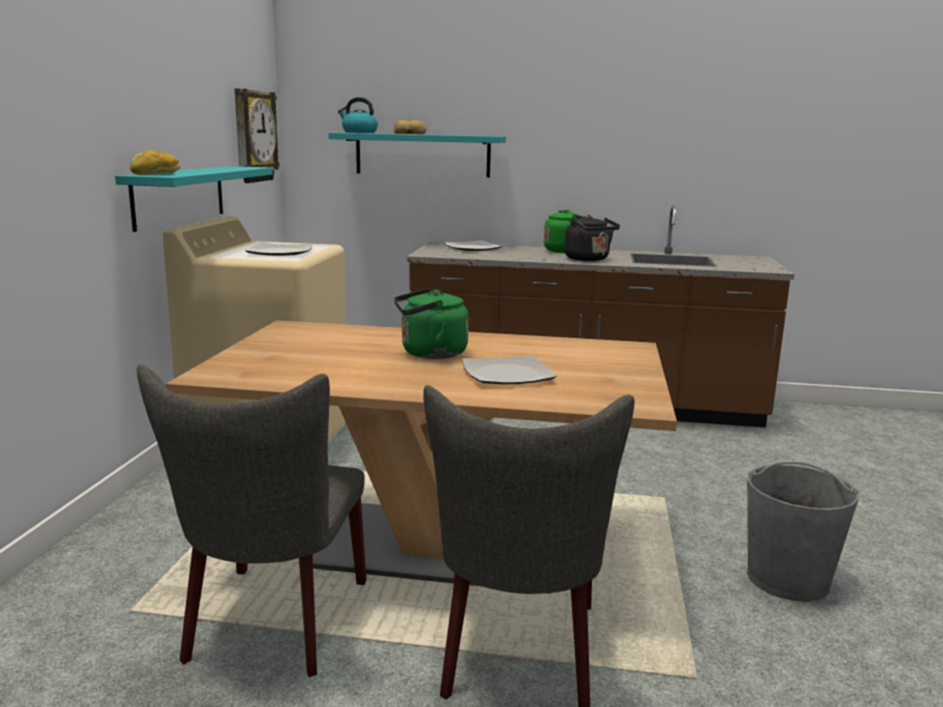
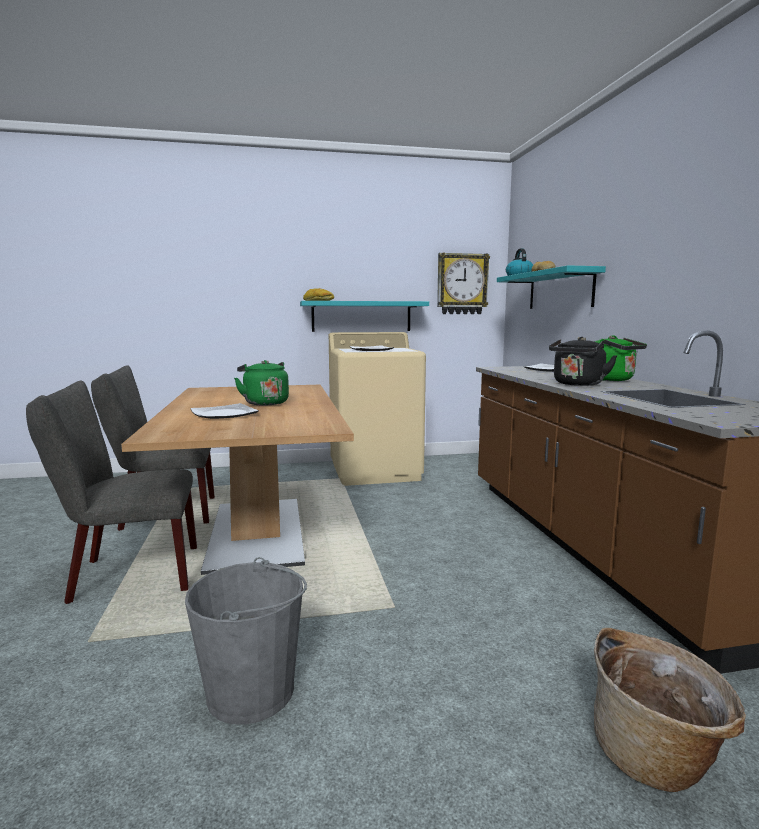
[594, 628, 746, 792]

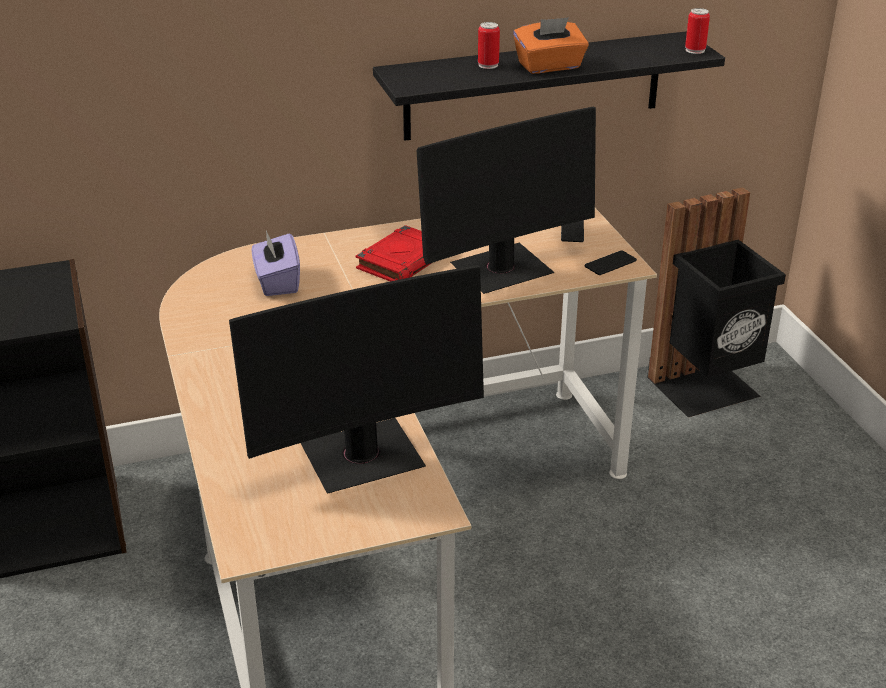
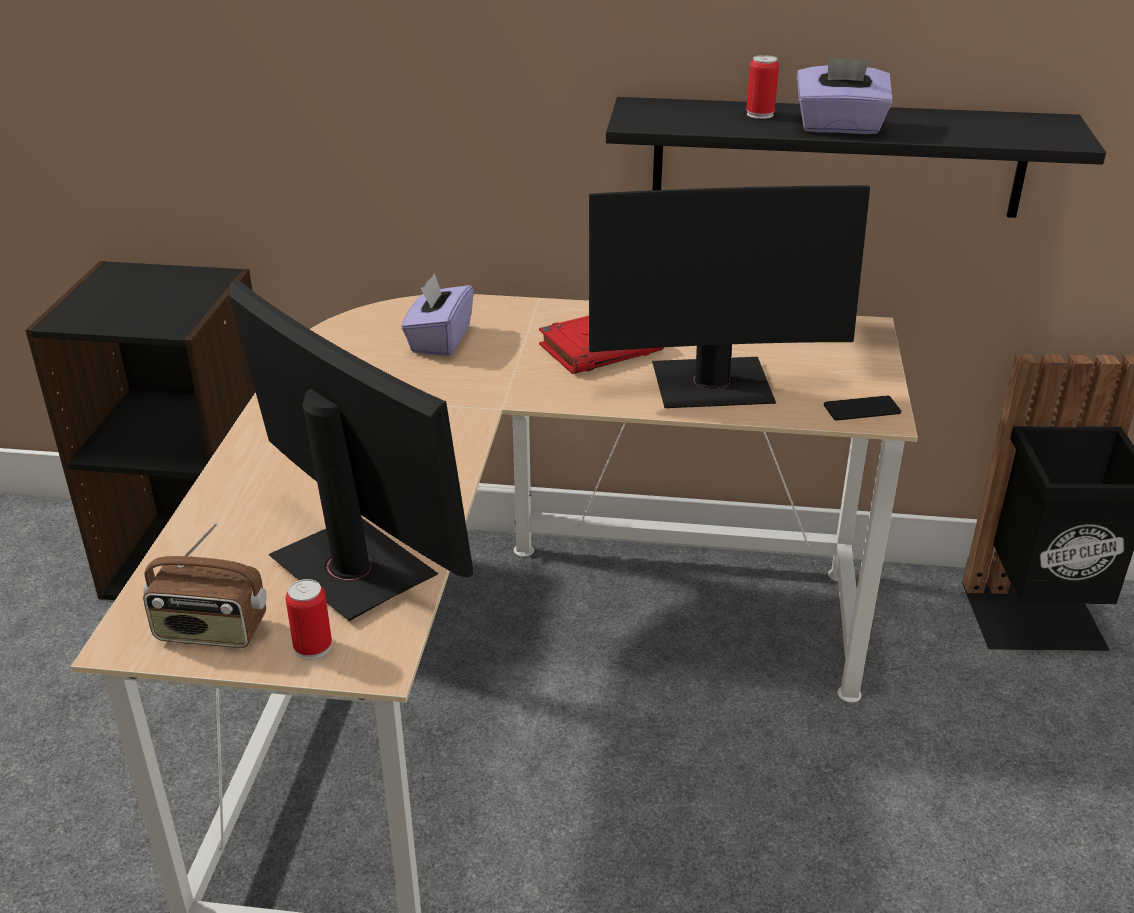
[143, 523, 267, 648]
[229, 279, 474, 621]
[285, 579, 332, 660]
[797, 57, 893, 134]
[561, 220, 584, 242] (first image)

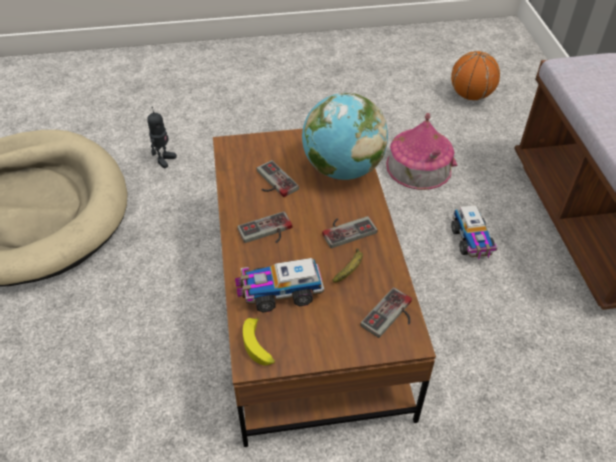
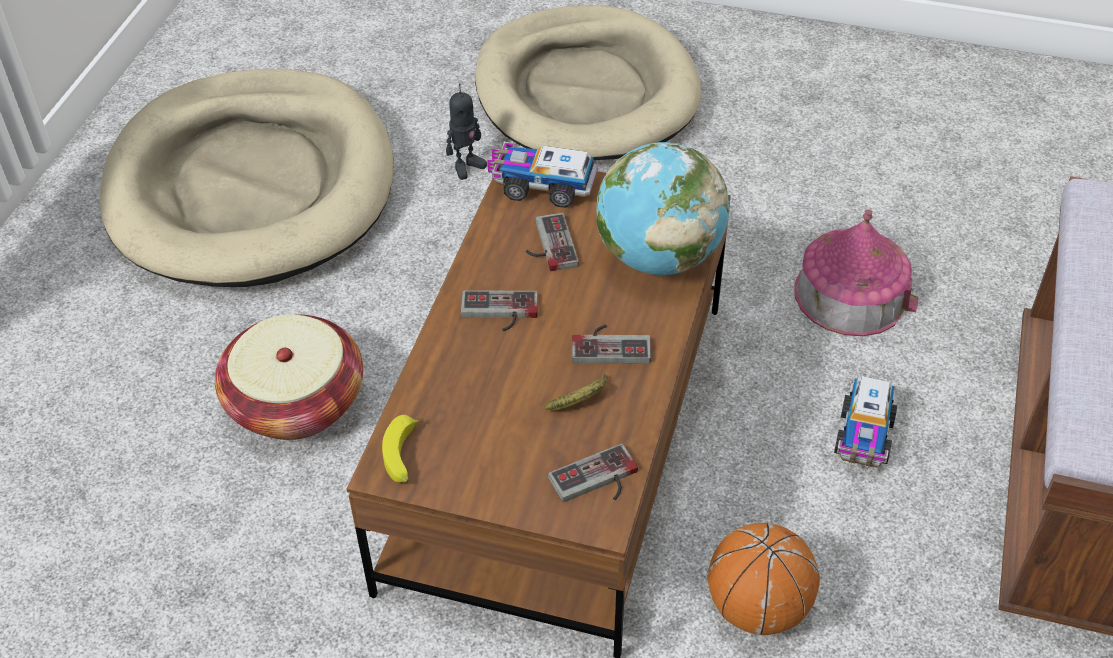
[215, 314, 363, 440]
[475, 5, 701, 160]
[487, 142, 598, 208]
[707, 522, 820, 635]

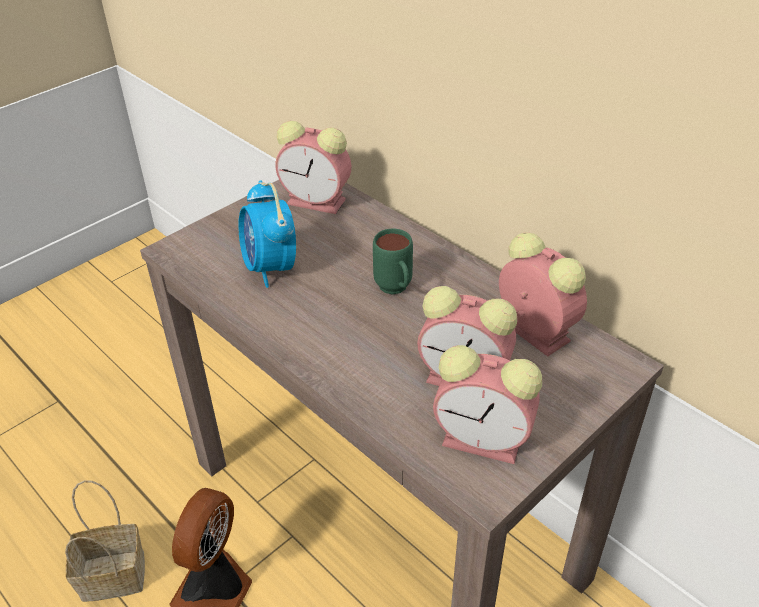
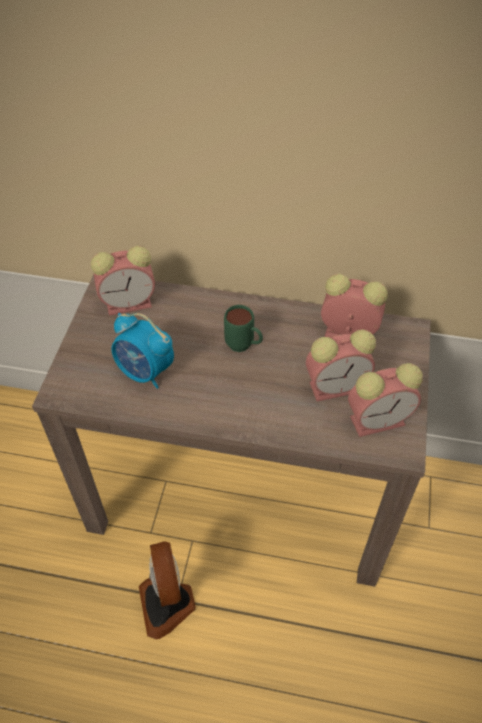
[65, 480, 145, 602] (first image)

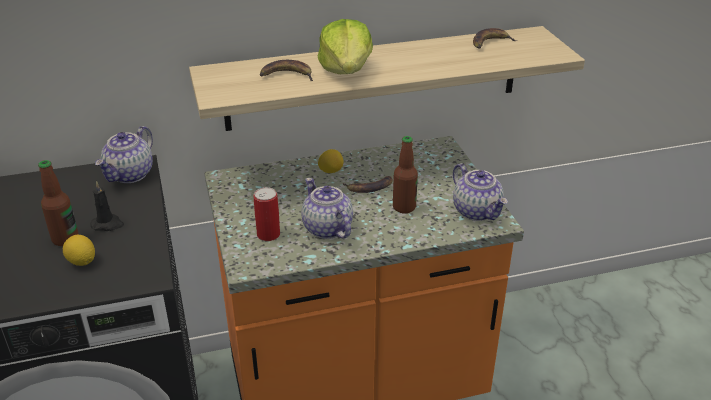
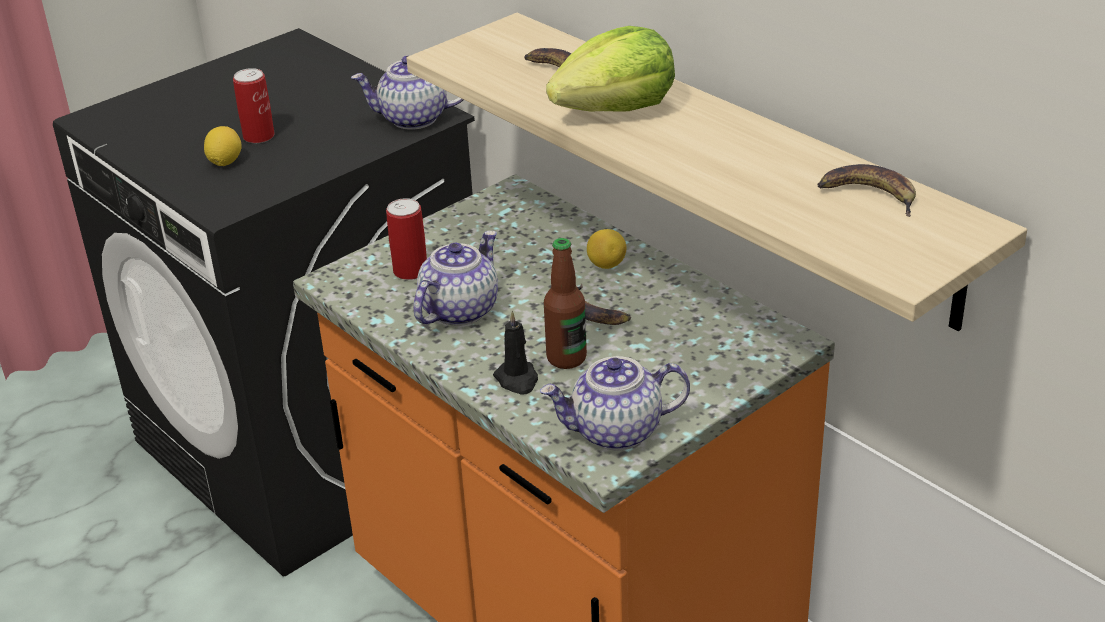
[233, 68, 275, 143]
[493, 311, 538, 395]
[540, 356, 690, 450]

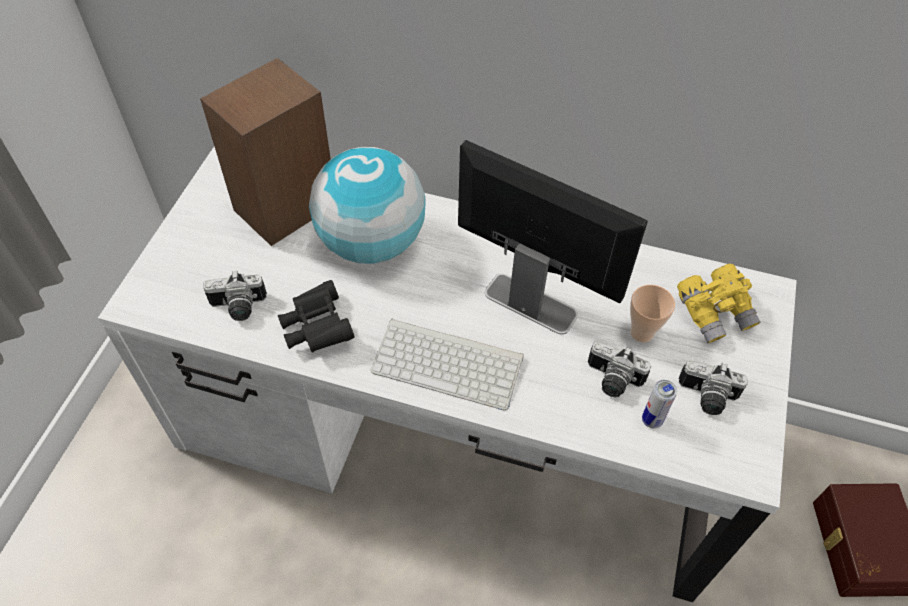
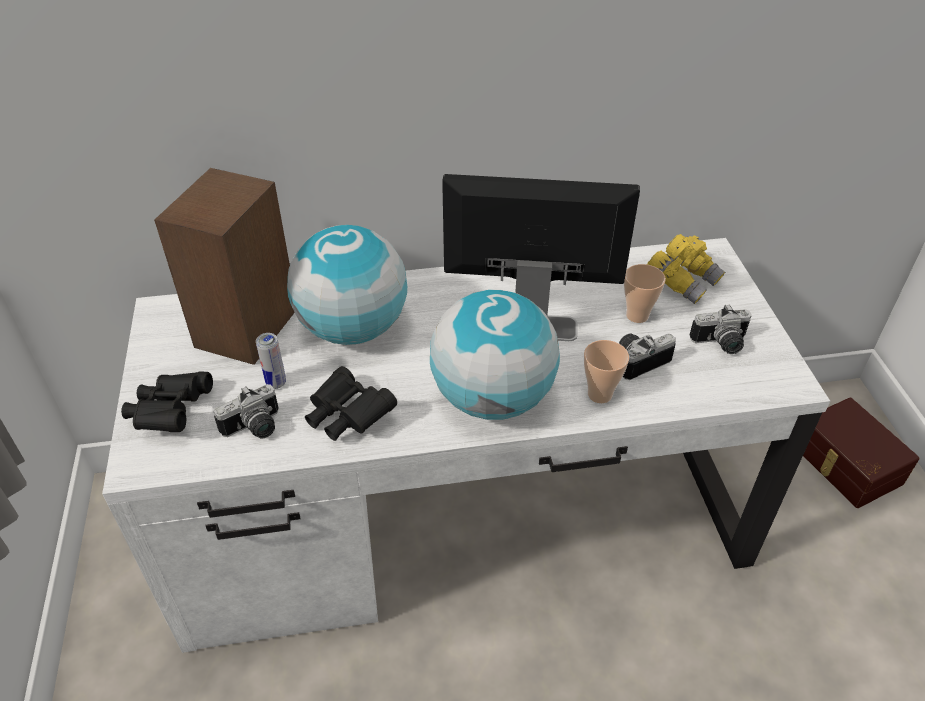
[121, 371, 213, 432]
[256, 333, 286, 389]
[430, 290, 560, 420]
[584, 340, 629, 403]
[619, 333, 676, 380]

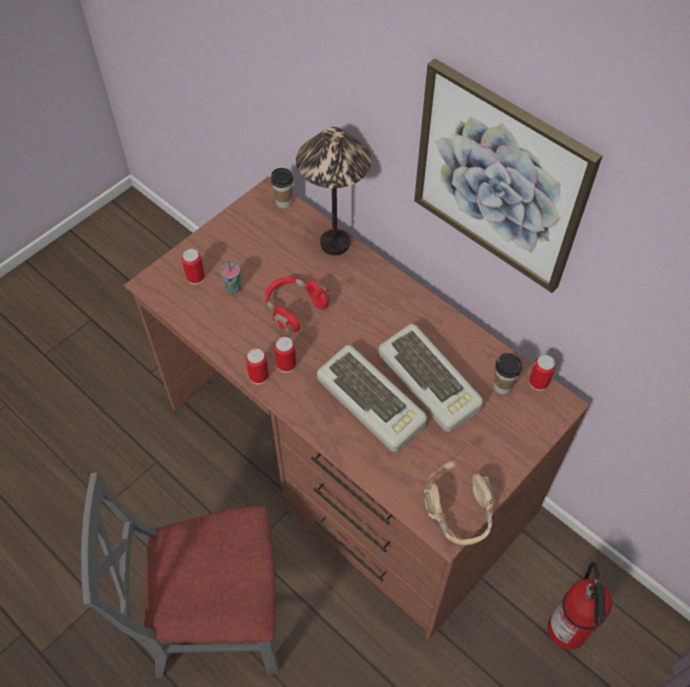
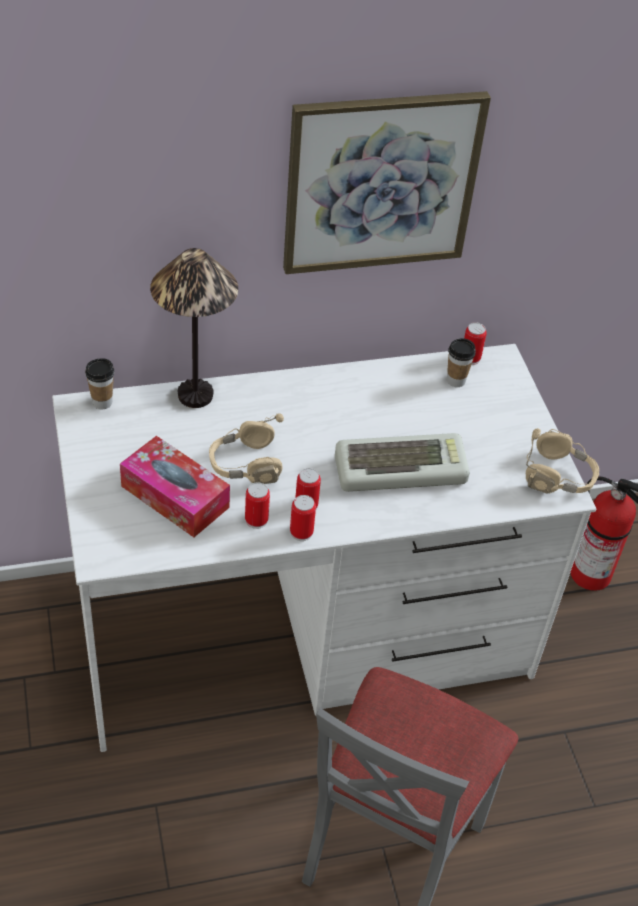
[52, 344, 596, 752]
[120, 436, 230, 537]
[209, 413, 284, 484]
[245, 482, 270, 529]
[379, 324, 483, 432] (first image)

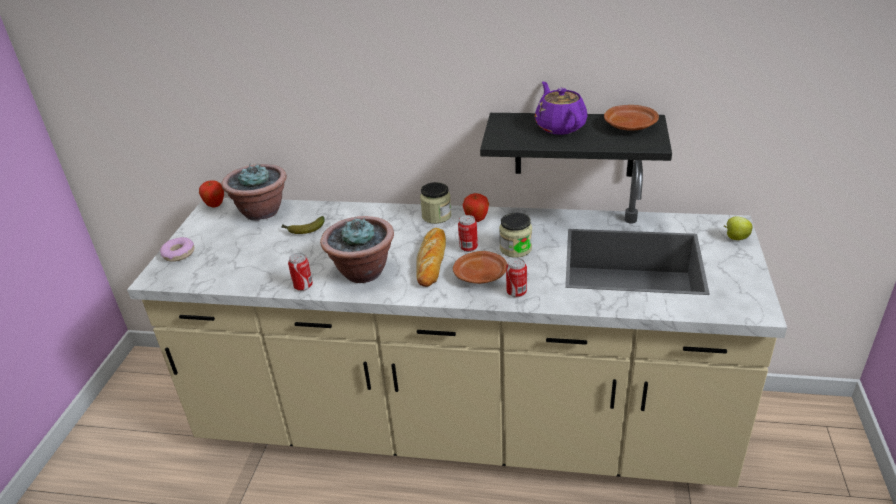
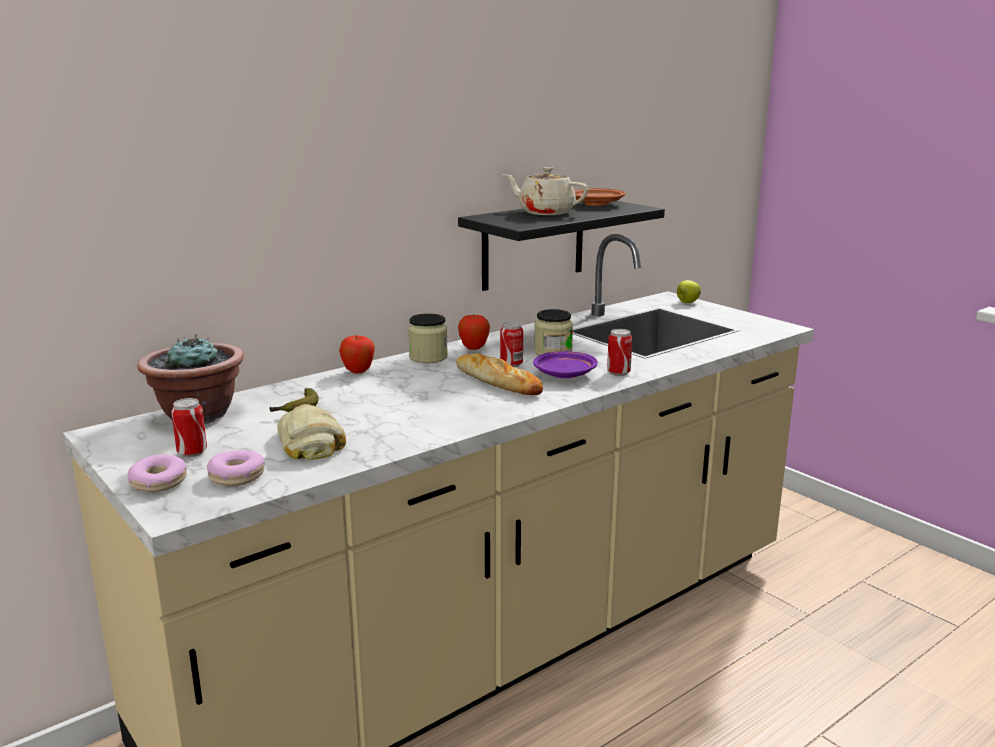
[171, 398, 207, 457]
[207, 450, 265, 486]
[277, 404, 346, 460]
[339, 335, 375, 373]
[503, 167, 589, 215]
[533, 351, 598, 378]
[320, 216, 394, 283] (first image)

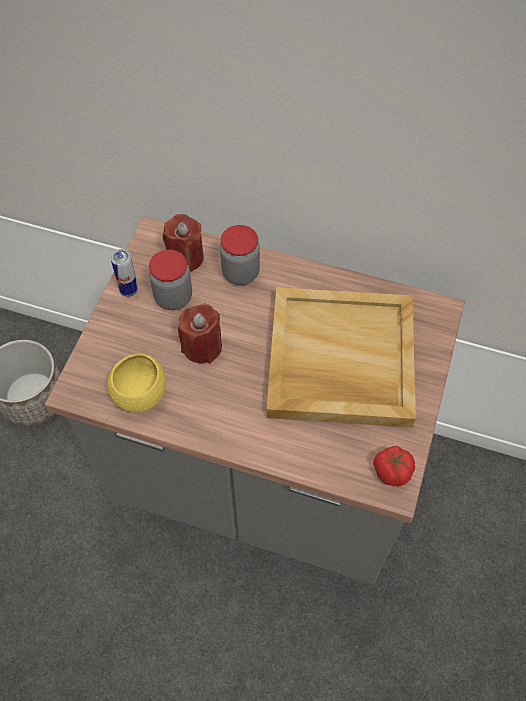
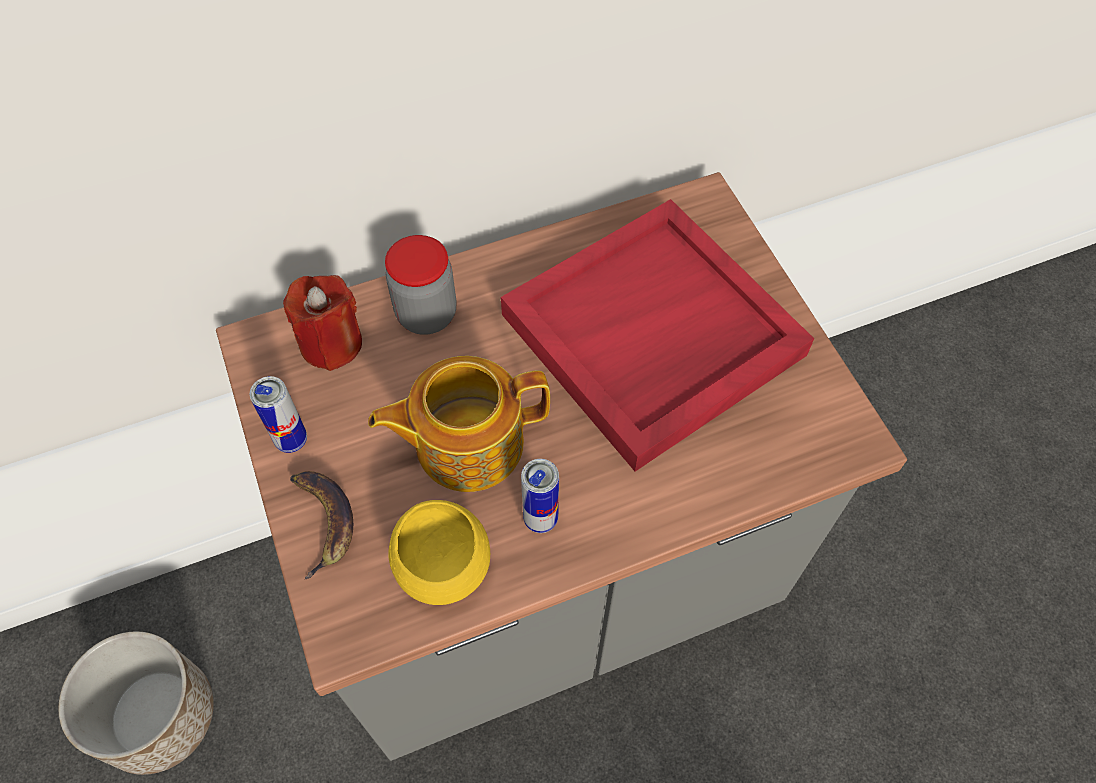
[290, 471, 353, 579]
[368, 356, 550, 492]
[501, 199, 814, 471]
[521, 459, 559, 533]
[149, 250, 192, 310] (first image)
[373, 446, 415, 487] (first image)

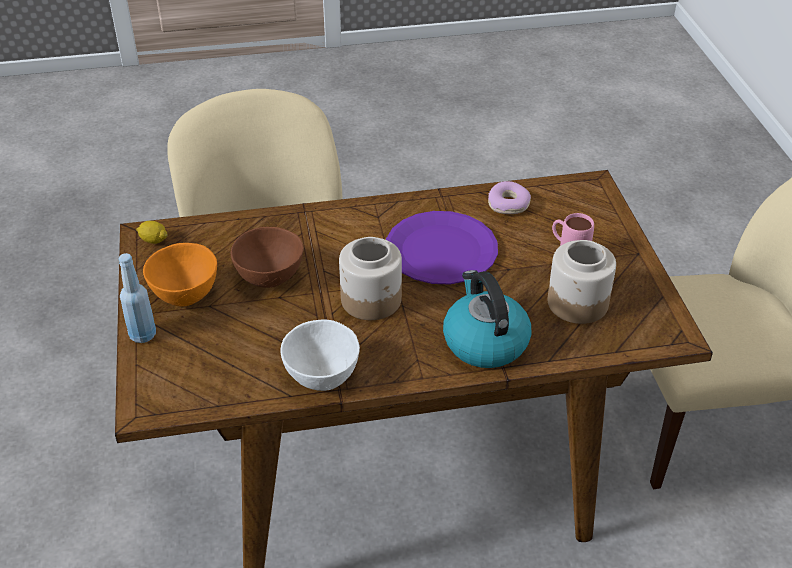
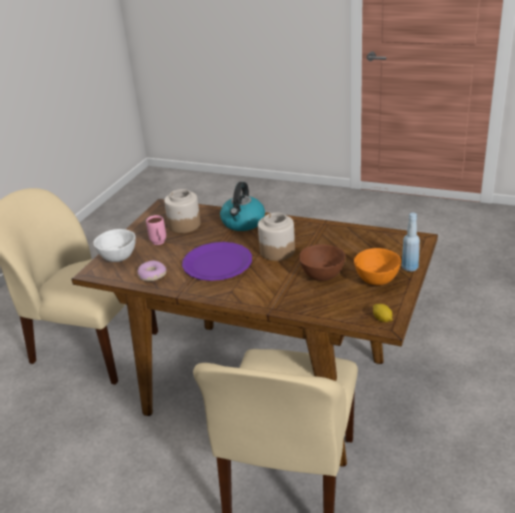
[93, 229, 136, 262]

